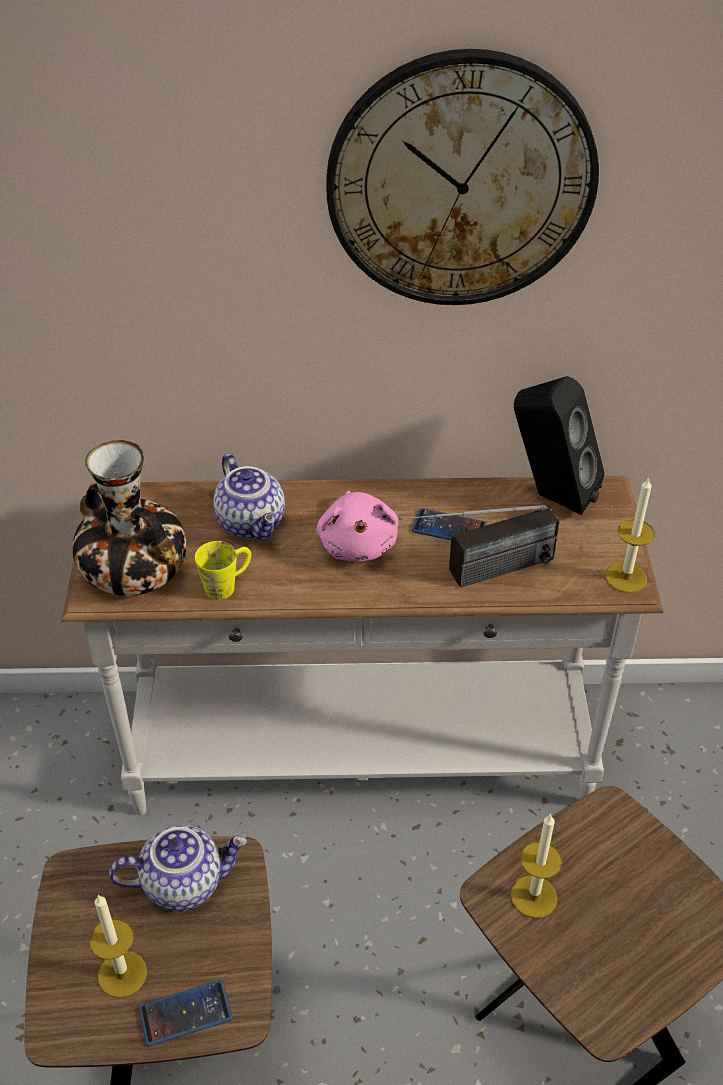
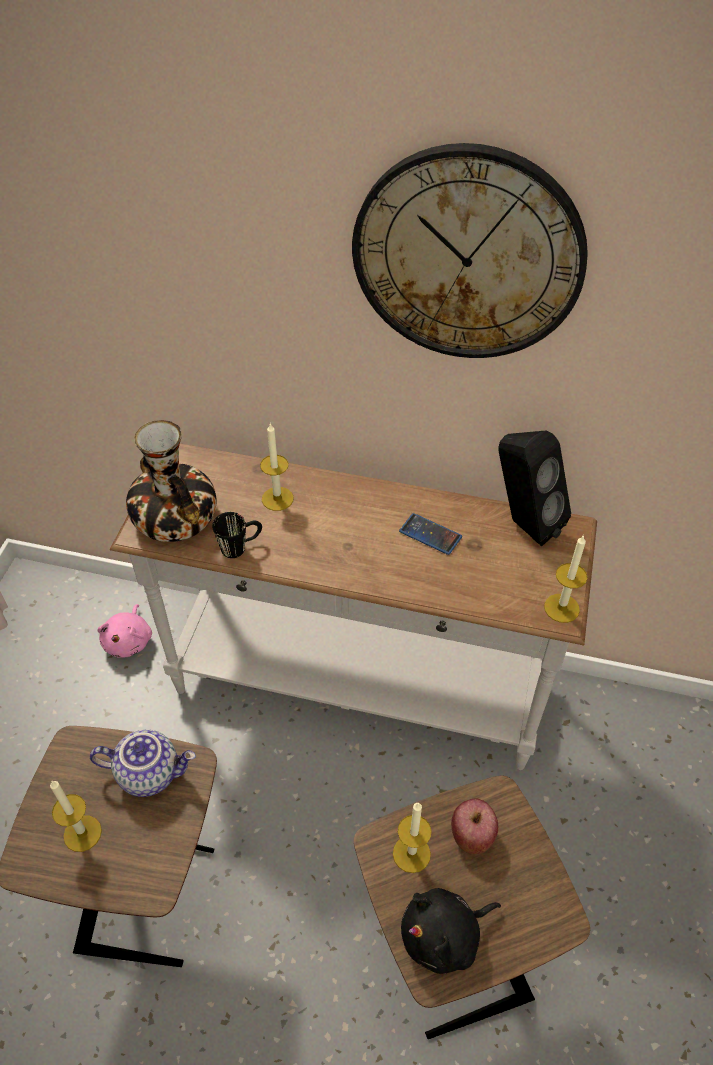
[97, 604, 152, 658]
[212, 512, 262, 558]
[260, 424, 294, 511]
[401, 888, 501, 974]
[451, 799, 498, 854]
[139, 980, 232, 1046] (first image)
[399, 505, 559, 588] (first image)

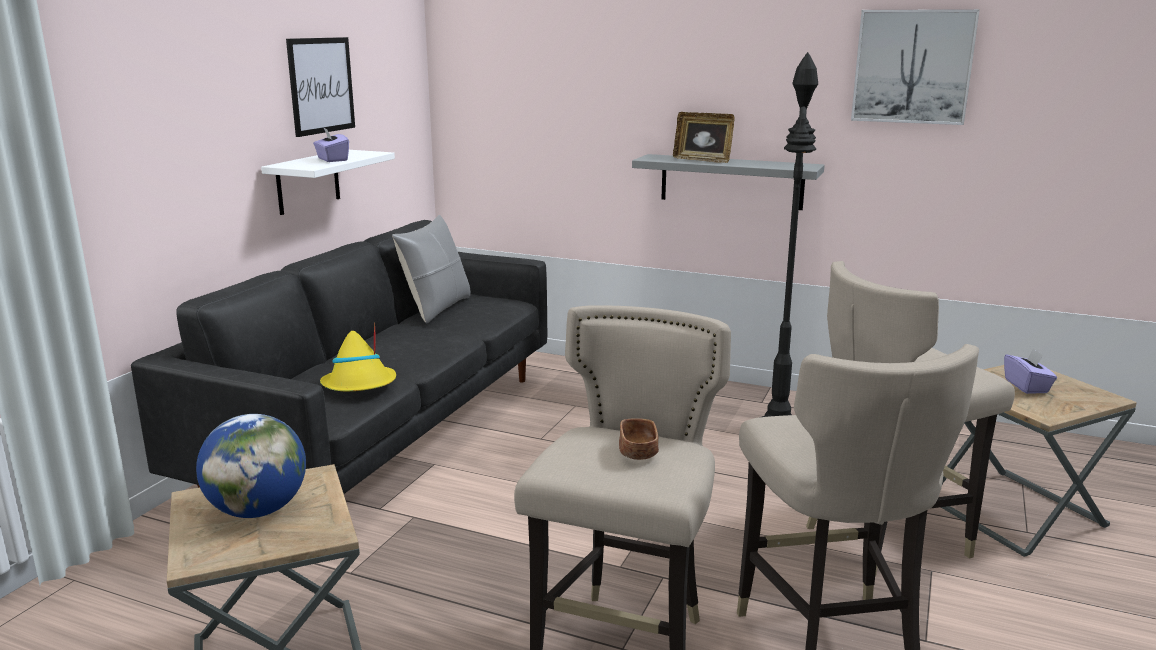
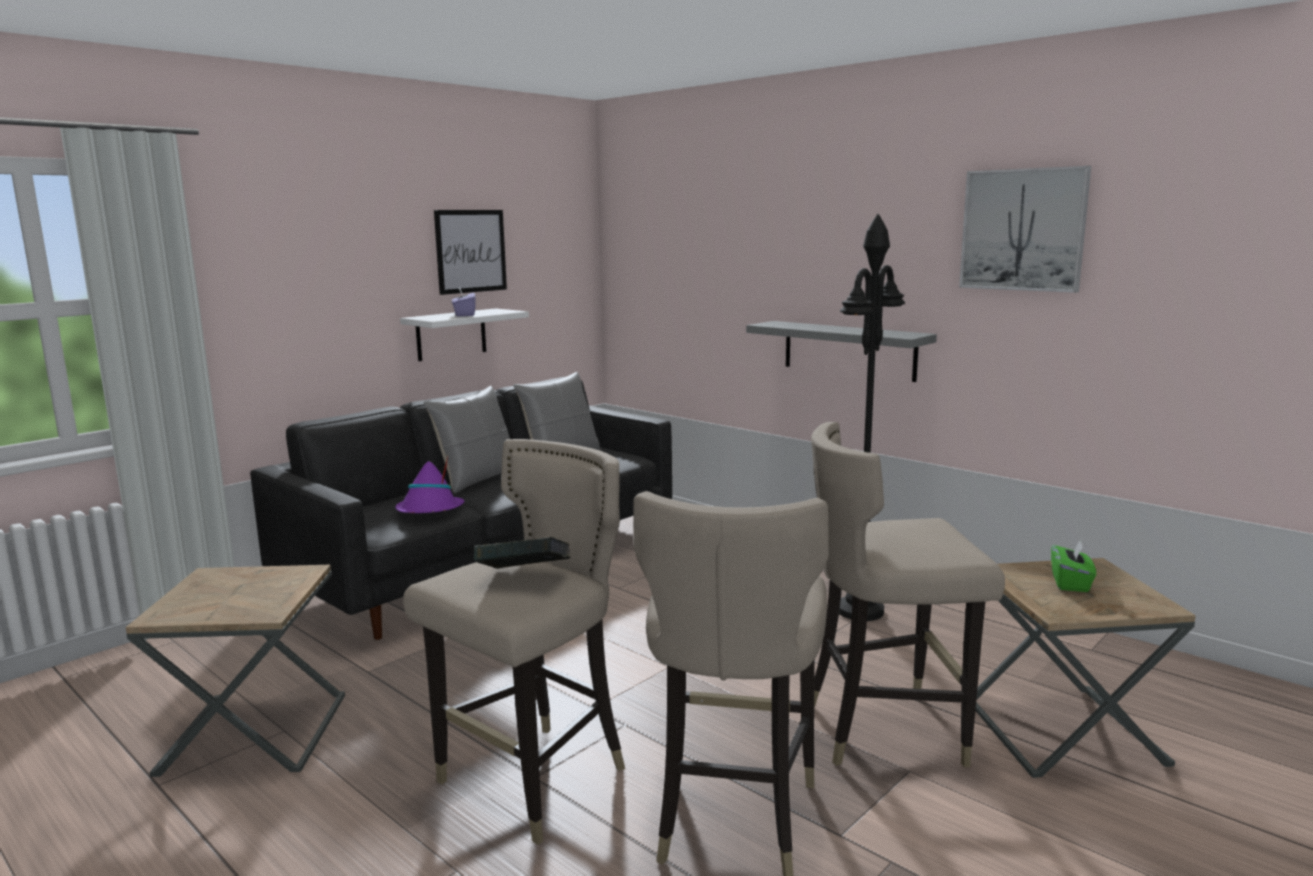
[395, 456, 464, 513]
[424, 386, 510, 493]
[474, 537, 570, 569]
[1051, 539, 1096, 592]
[196, 414, 306, 518] (first image)
[673, 112, 735, 163] (first image)

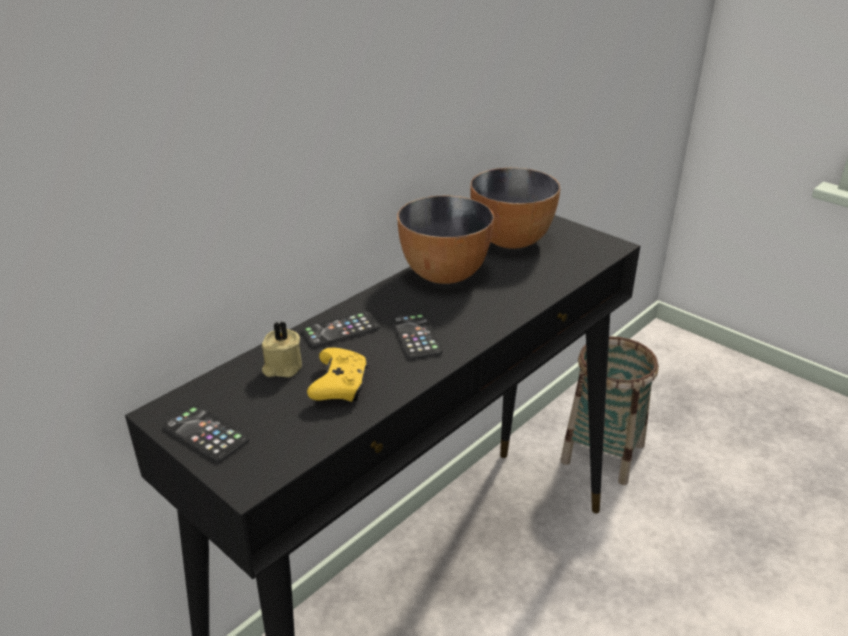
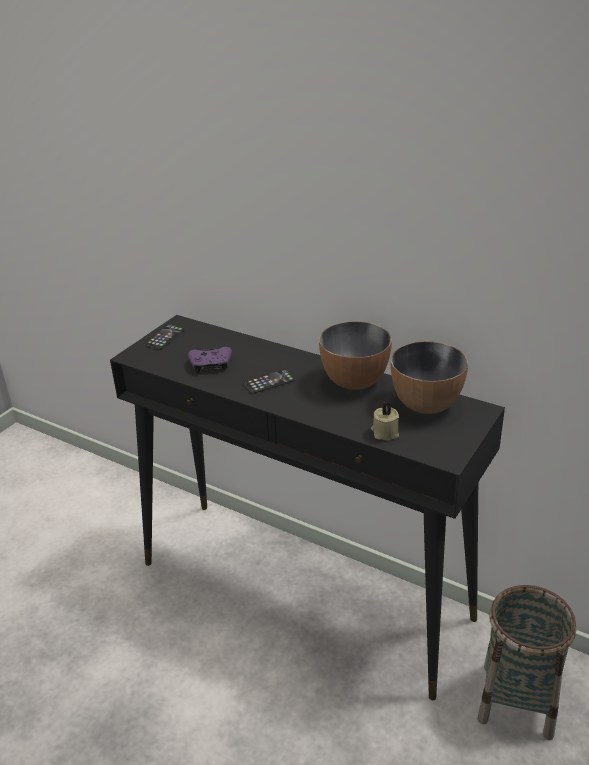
[188, 347, 232, 373]
[371, 402, 399, 440]
[302, 311, 380, 347] (first image)

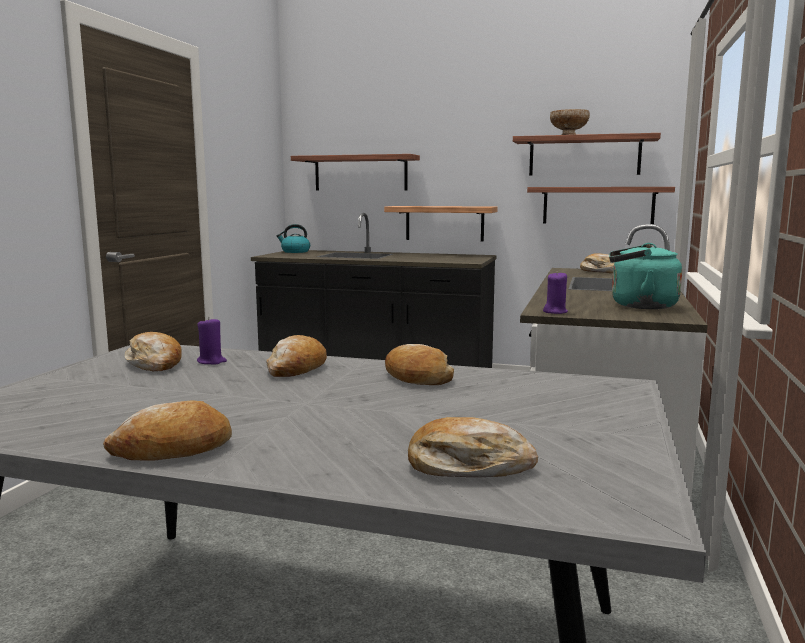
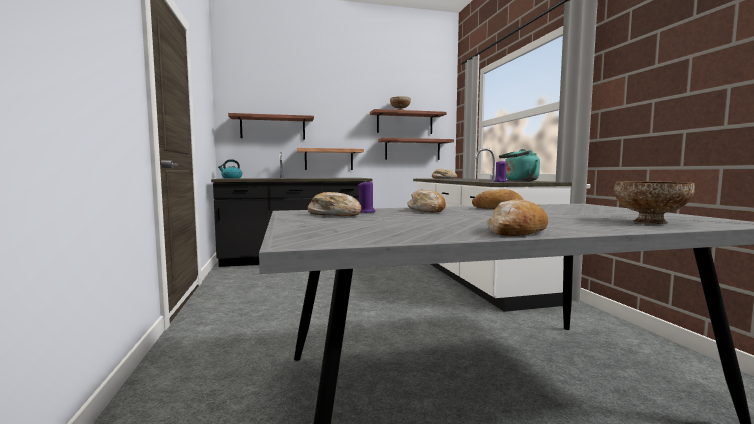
[614, 181, 695, 224]

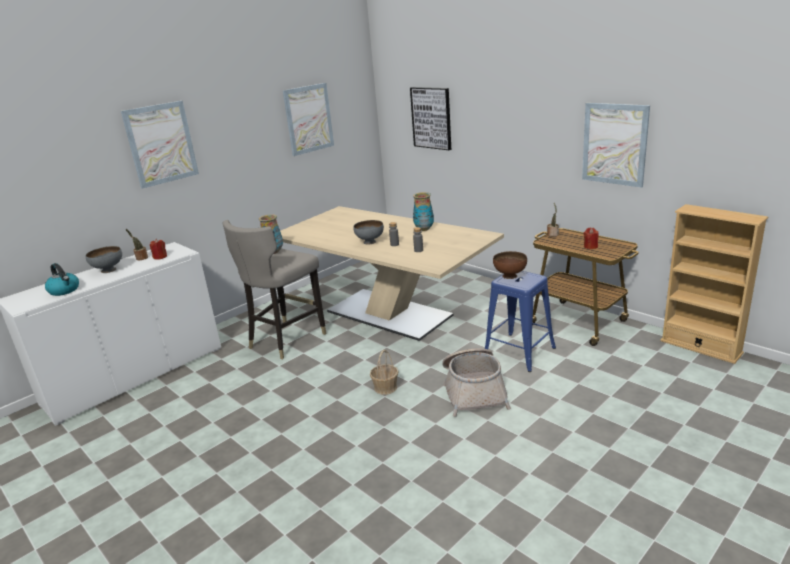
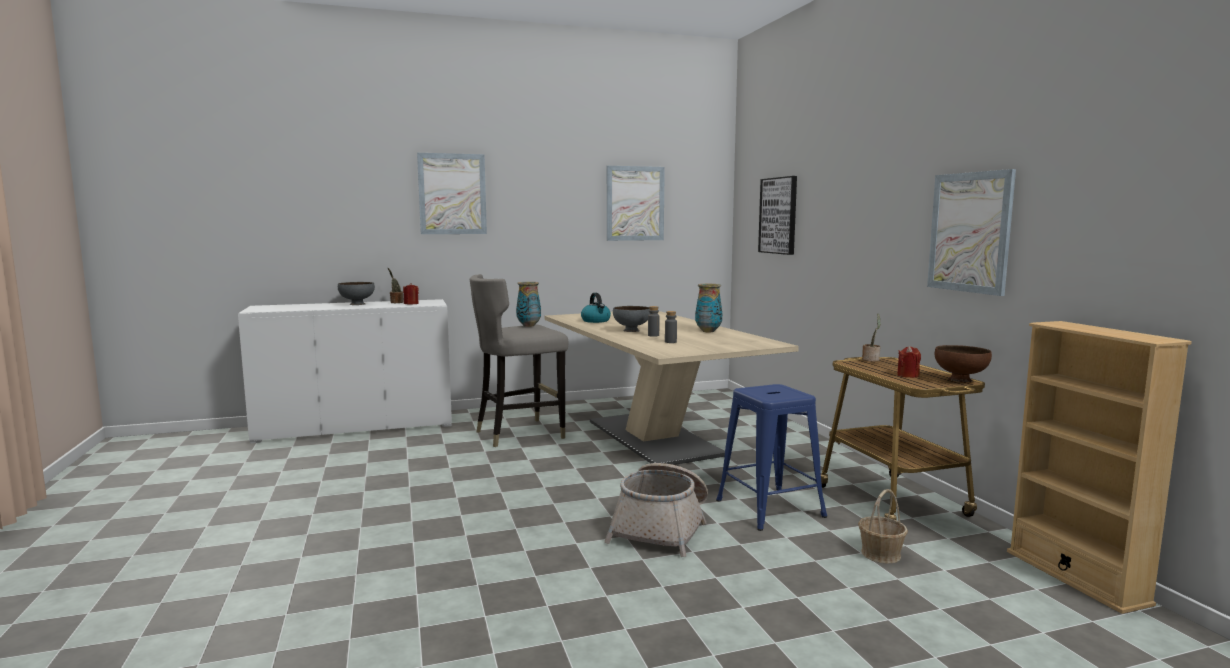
[581, 293, 611, 323]
[858, 489, 908, 564]
[935, 345, 992, 382]

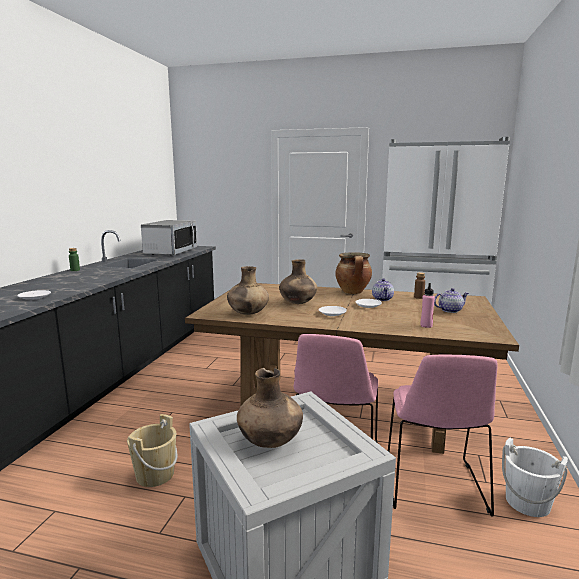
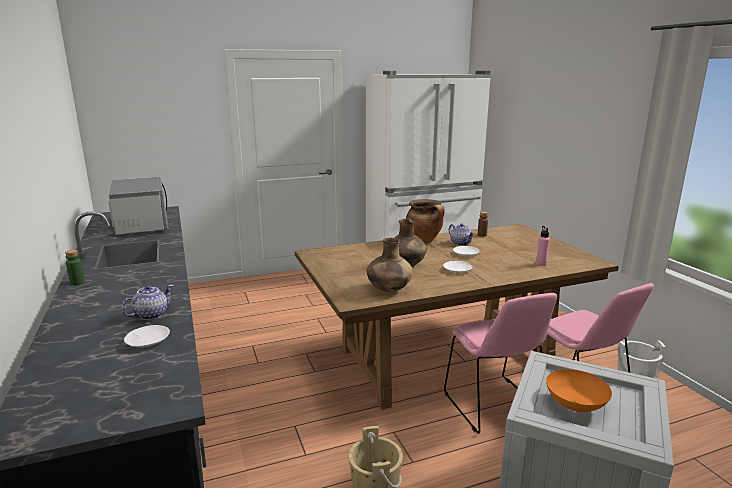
[121, 285, 174, 320]
[546, 369, 612, 412]

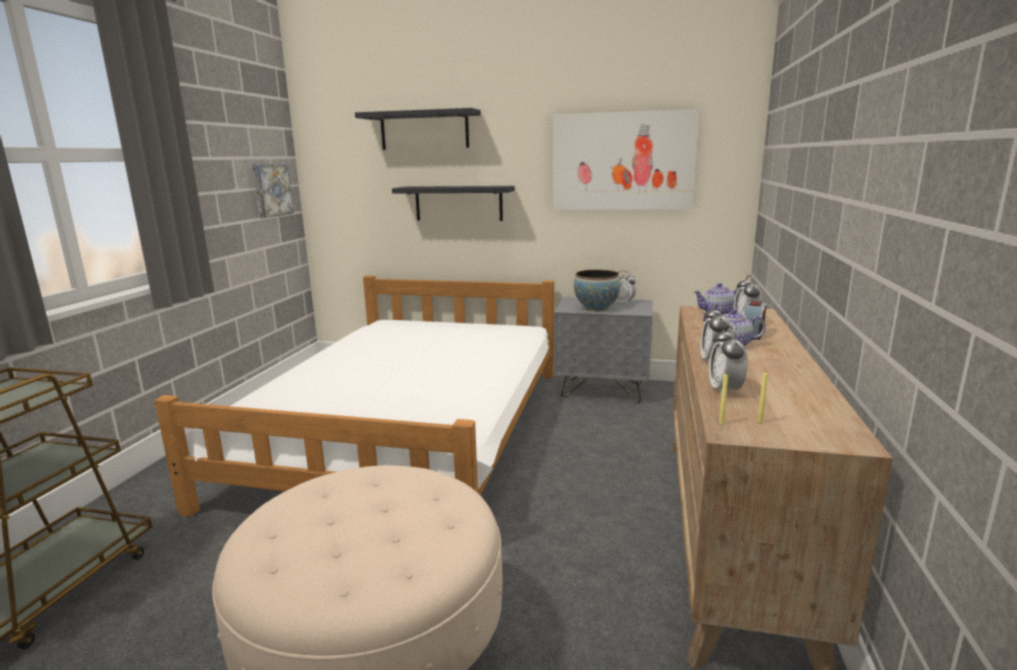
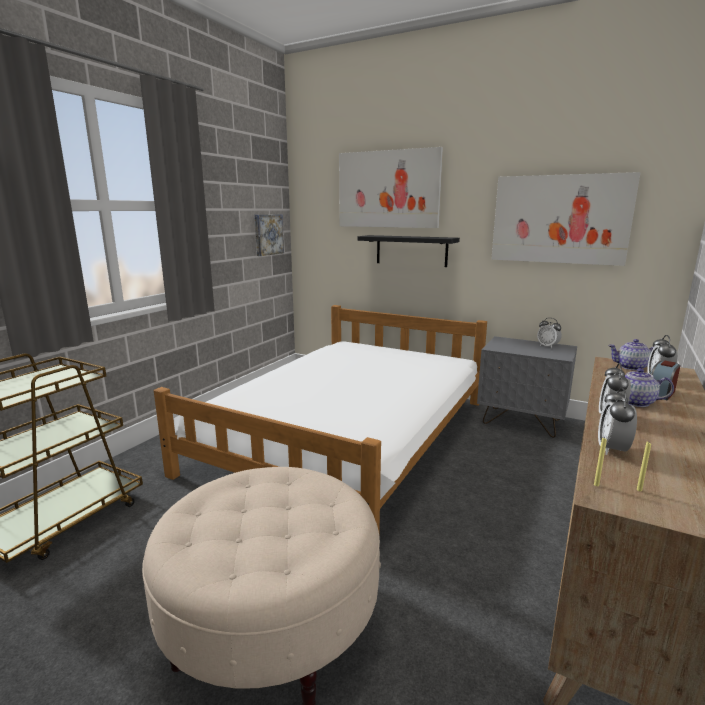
[339, 147, 443, 228]
[574, 270, 621, 312] (first image)

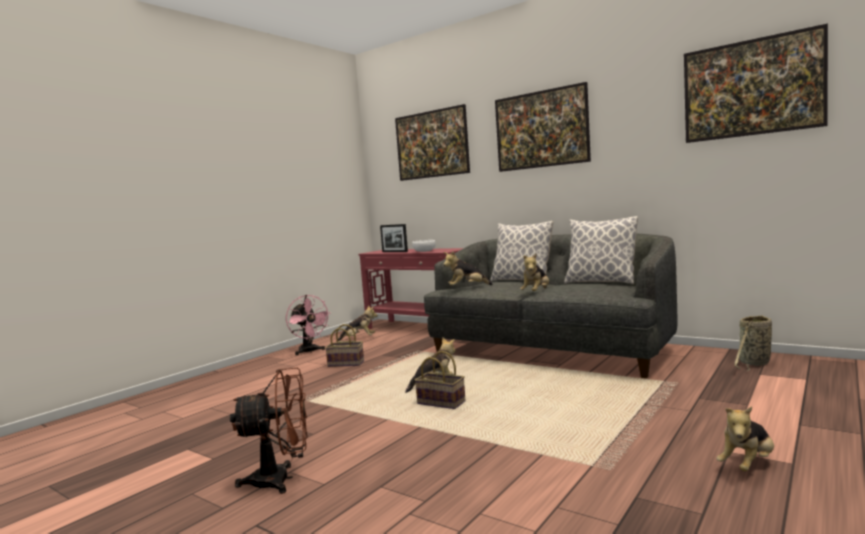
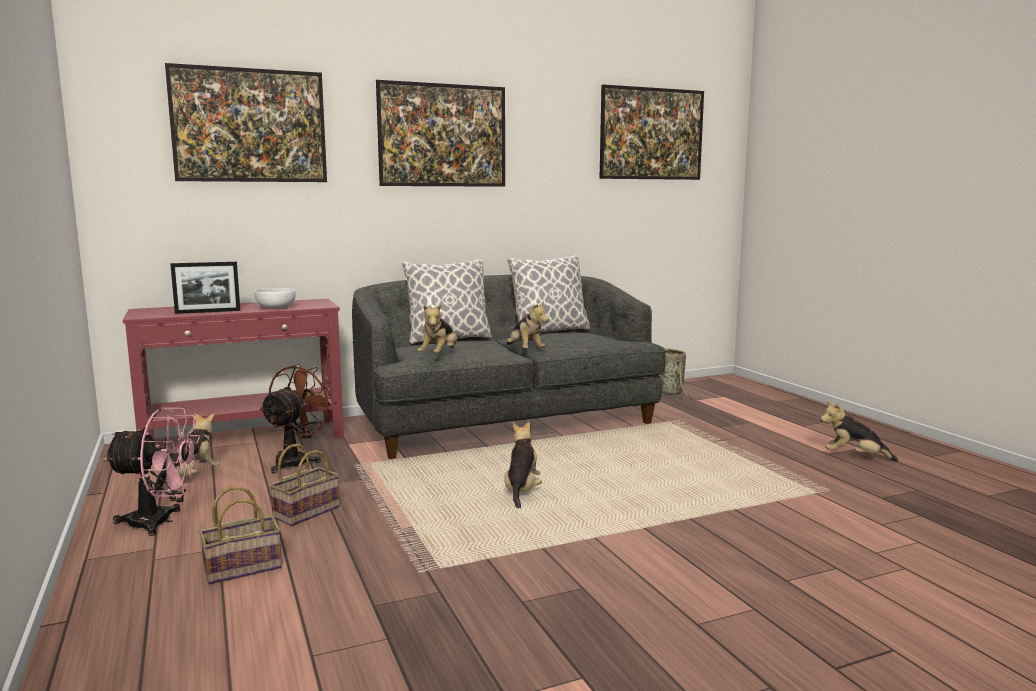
[199, 486, 282, 584]
[259, 364, 337, 473]
[820, 401, 898, 462]

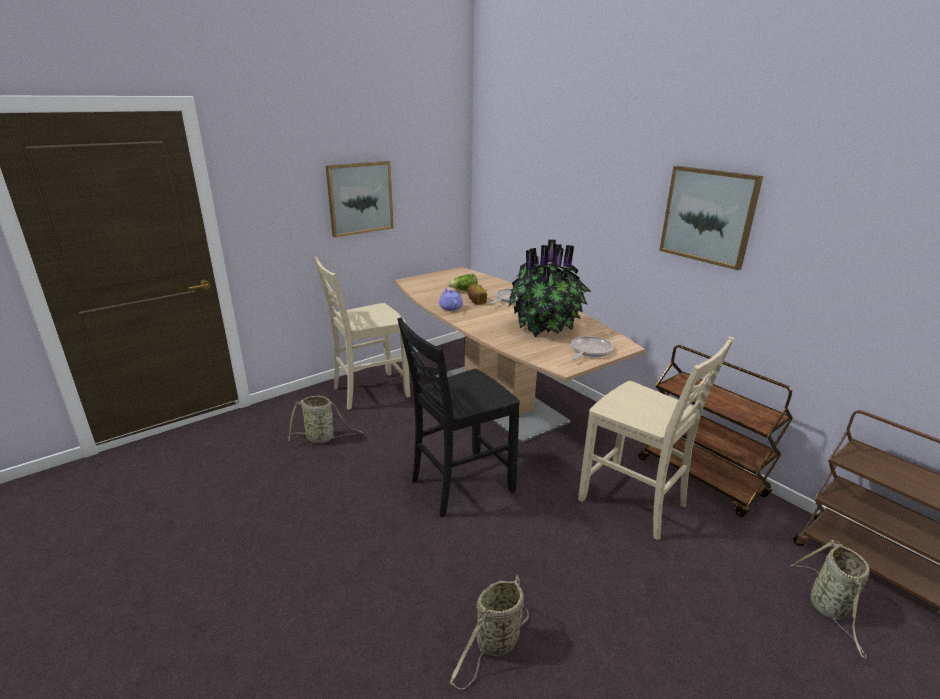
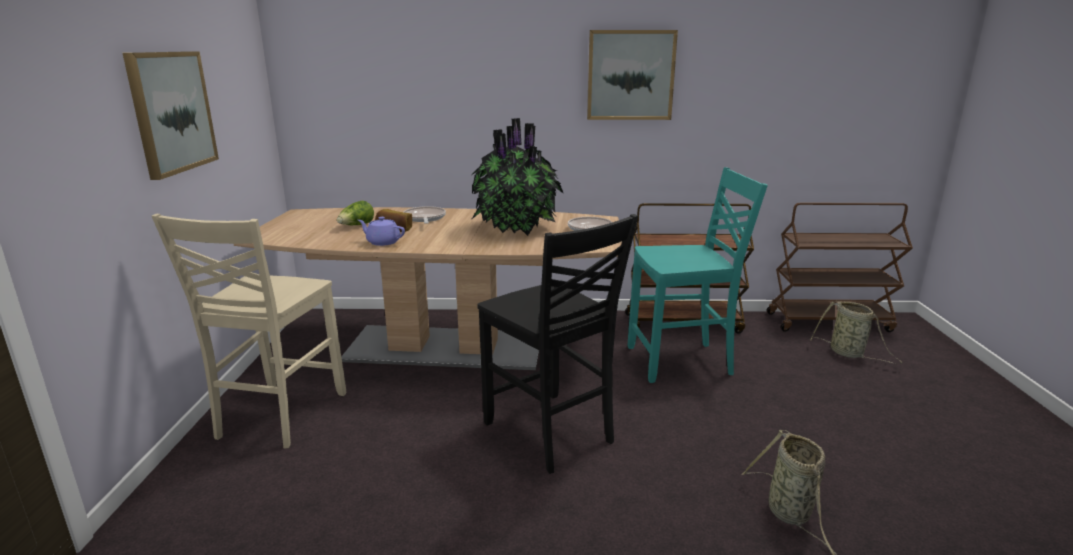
[477, 214, 638, 474]
[628, 167, 768, 383]
[288, 396, 363, 443] (first image)

